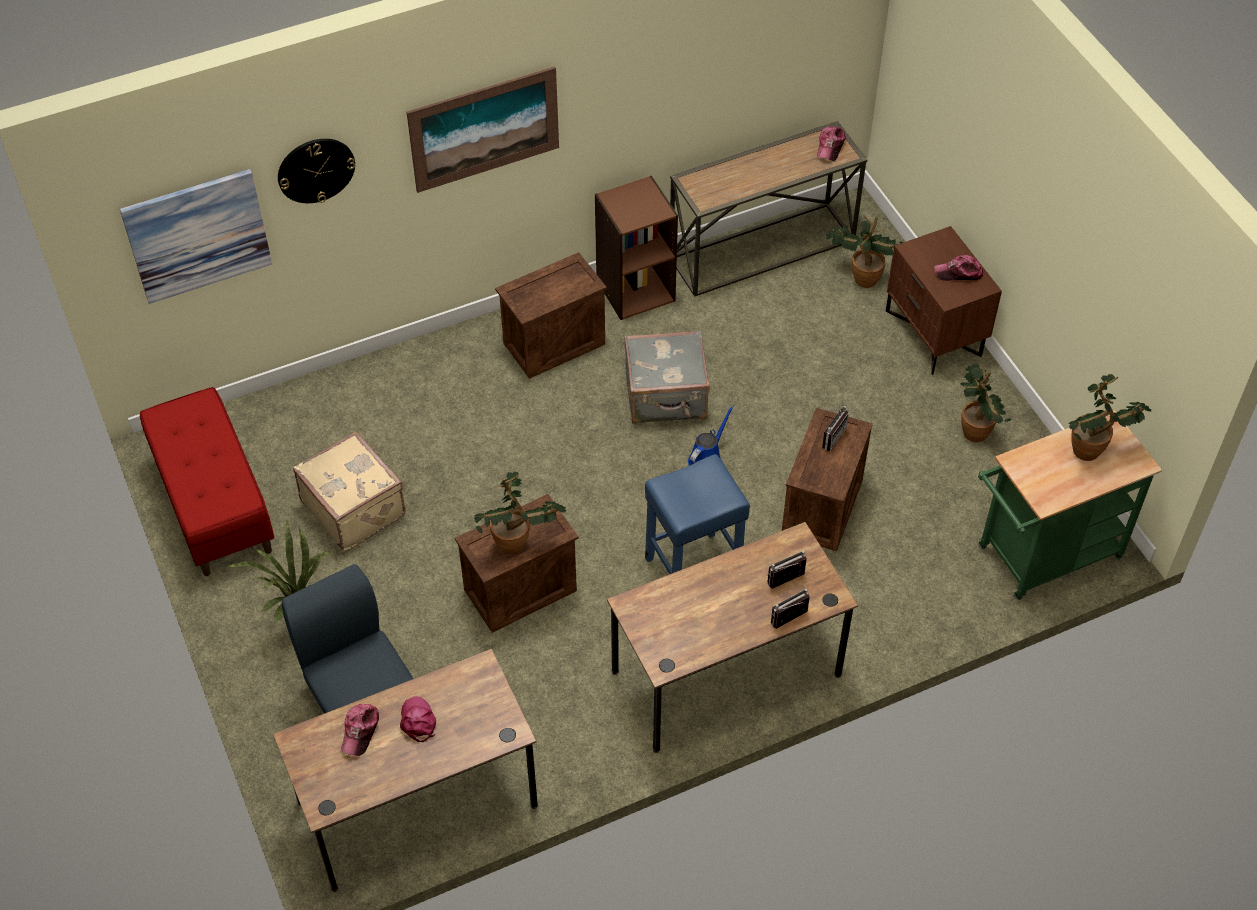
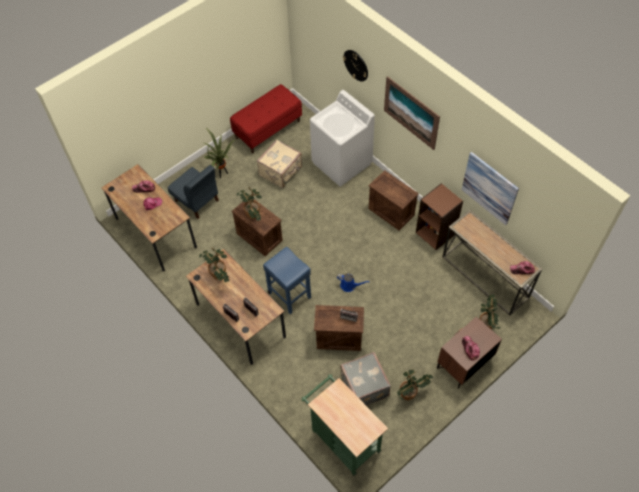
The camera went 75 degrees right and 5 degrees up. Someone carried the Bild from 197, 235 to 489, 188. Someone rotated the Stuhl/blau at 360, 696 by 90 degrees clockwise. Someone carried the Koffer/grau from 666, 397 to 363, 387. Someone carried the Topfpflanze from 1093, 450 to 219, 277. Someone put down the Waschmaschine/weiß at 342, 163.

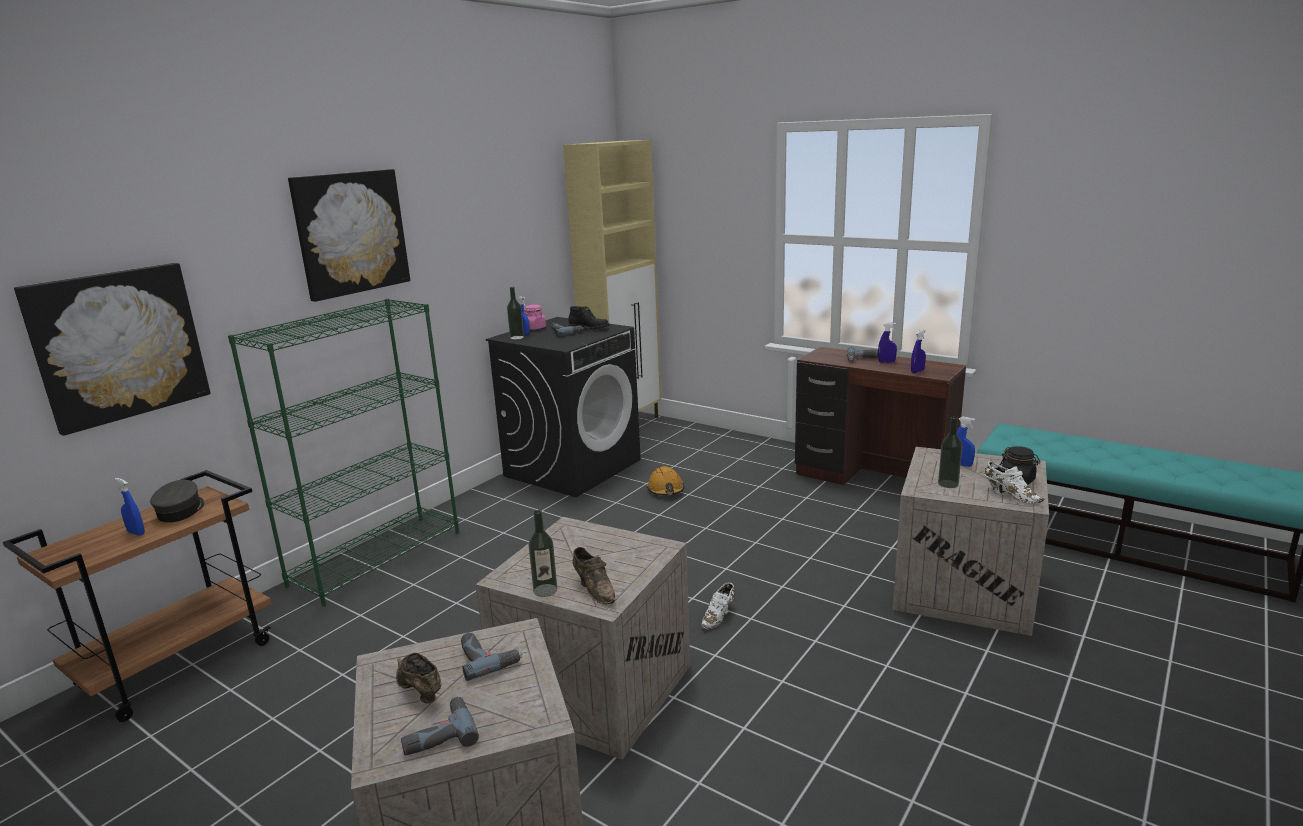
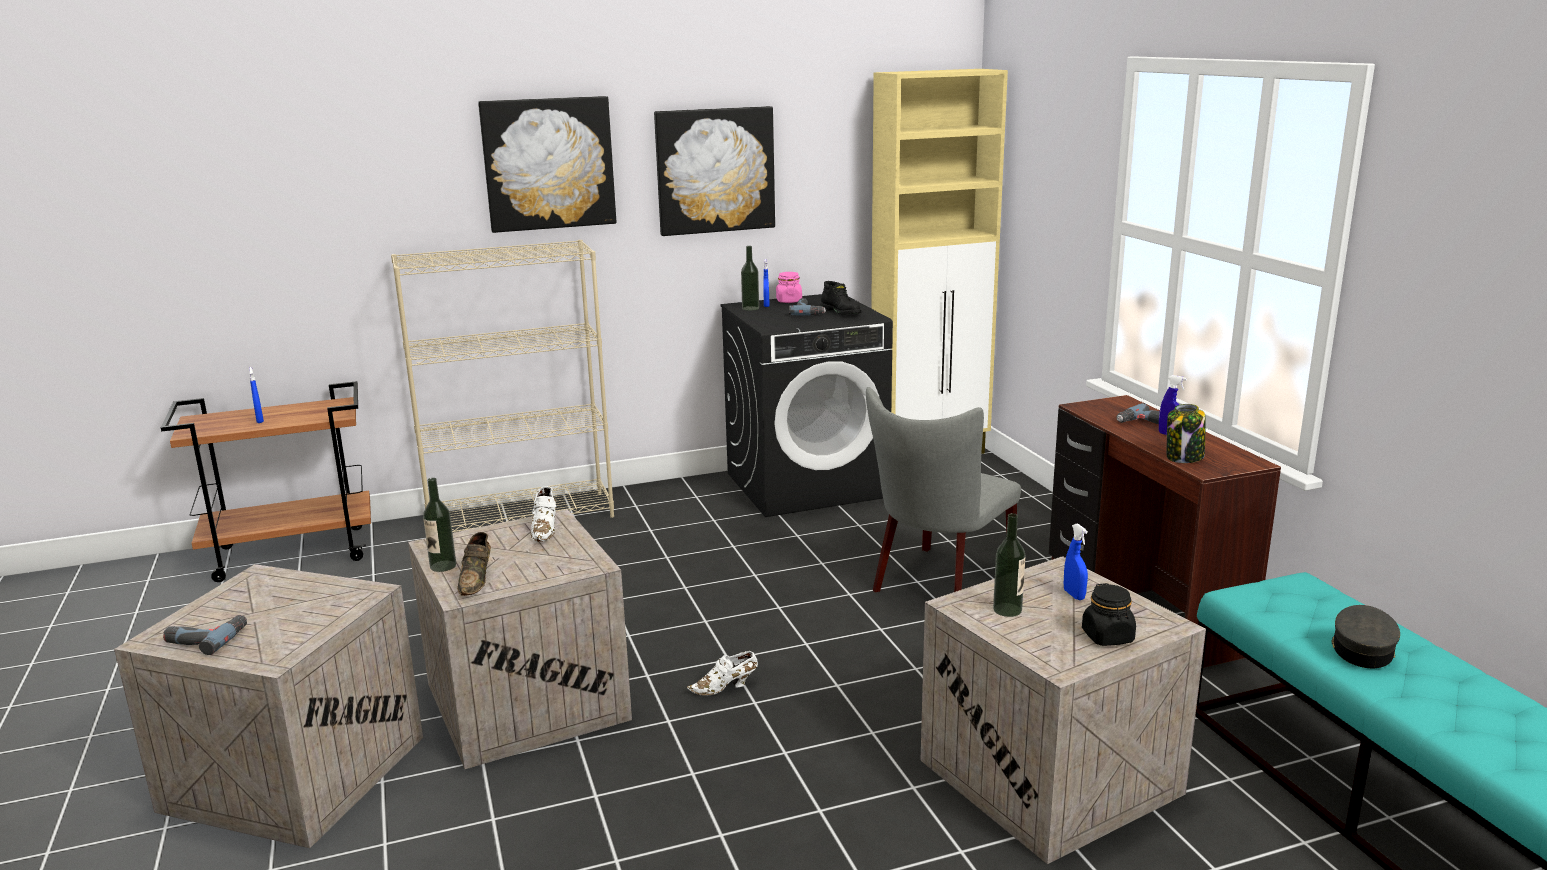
The camera went 35 degrees right and 0 degrees up. Someone carried the Bild from 119, 345 to 715, 170. Someone carried the Kappe/grau from 181, 511 to 1361, 649. Someone repainted the Bücherregal/grün at 377, 557, which became the Bücherregal/beige at 521, 517. Someone took away the Schuh/braun at 419, 691. Someone took away the Bohrmaschine at 487, 658. Someone took away the Schutzhelm/orange at 665, 490. Someone swapped the Sprühflasche/blau at 917, 371 for the Vorratsglas at 1184, 457. Someone carried the Schuh/weiß from 1009, 495 to 545, 529. Someone put down the Stuhl/grau at 938, 585.

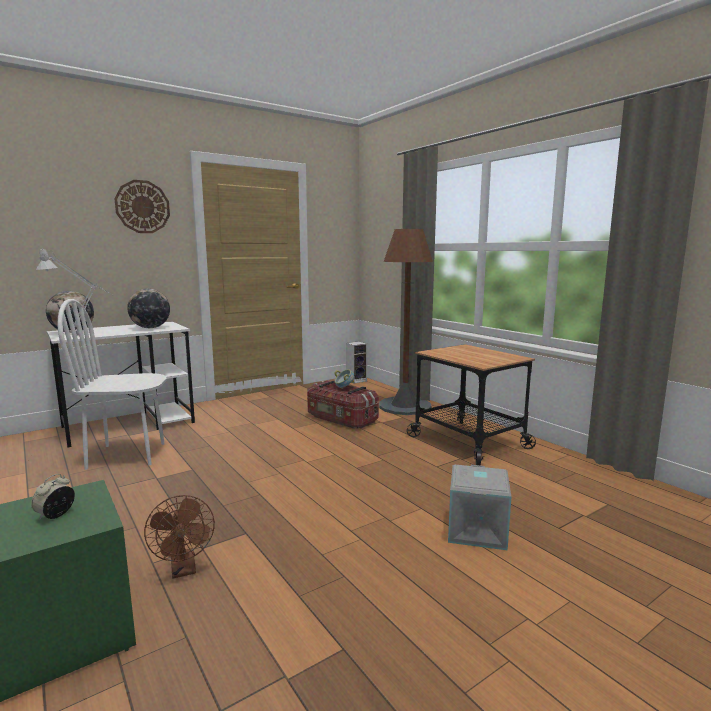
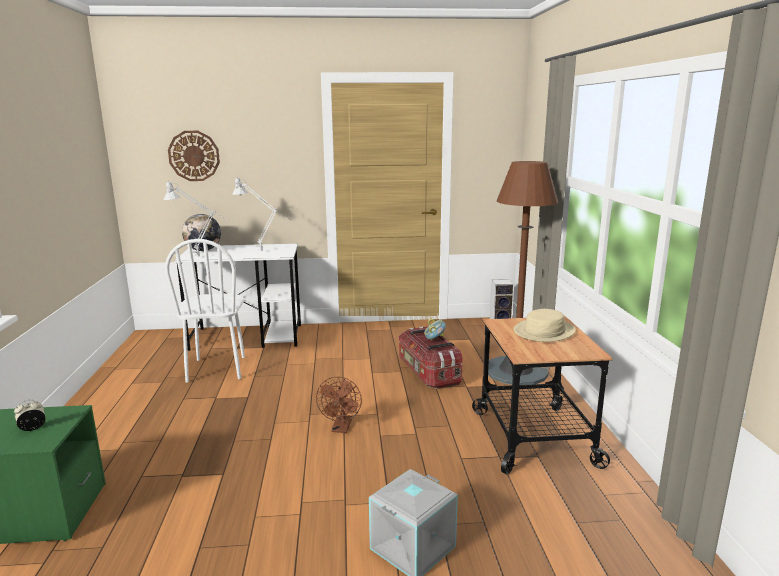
The camera went 30 degrees right and 5 degrees up. Someone rotated the Stuhl/weiß at 127, 455 by 120 degrees counterclockwise. Someone carried the Wanduhr from 142, 207 to 194, 156. Someone swapped the Globus at 150, 328 for the Tischlampe/grau at 265, 252. Someone carried the Ventilator/braun from 184, 569 to 341, 428. Someone put down the Hut/beige at 544, 331.

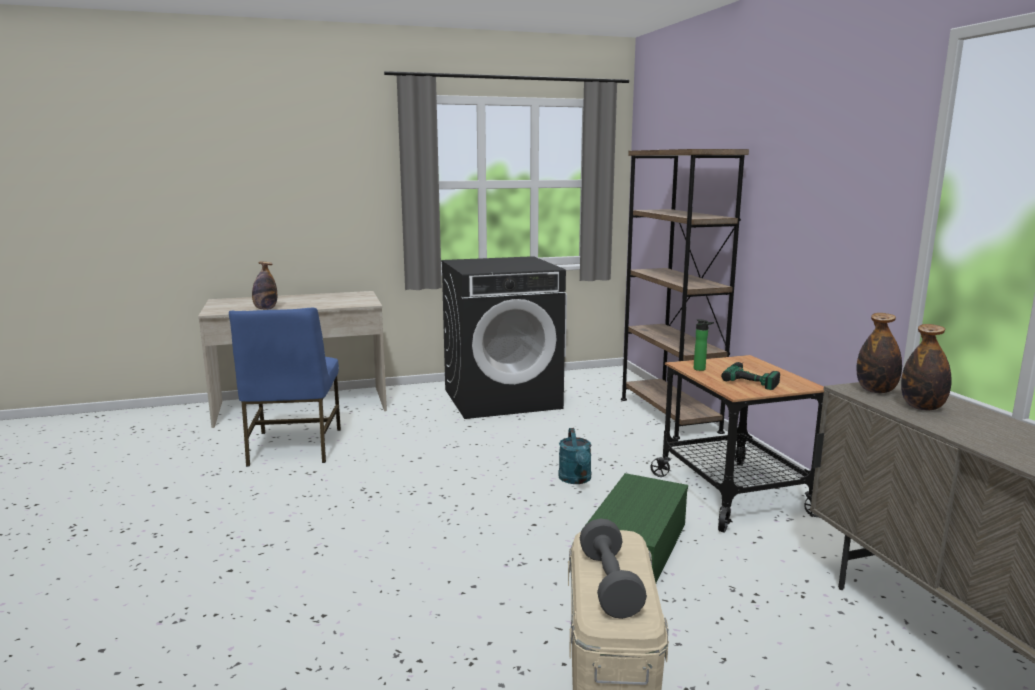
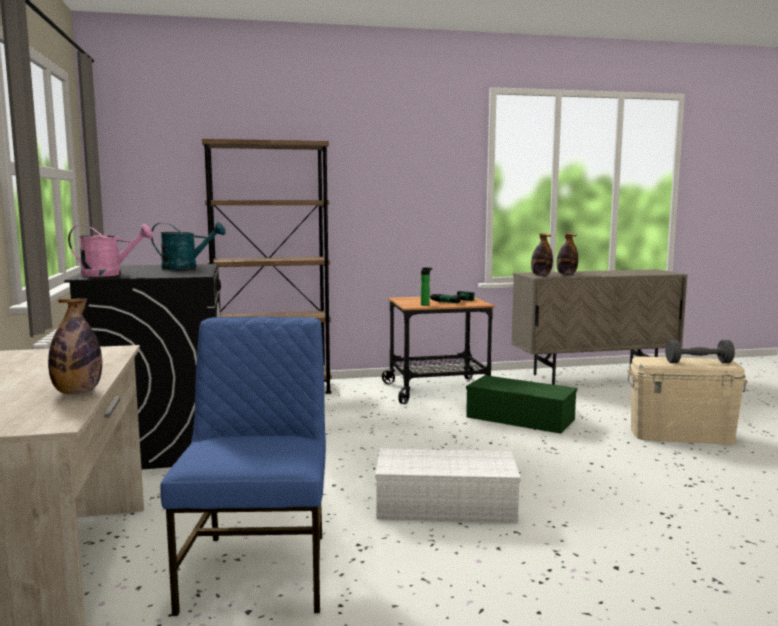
The camera went 85 degrees left and 5 degrees down. Someone rotated the Stuhl/blau at 293, 447 by 90 degrees counterclockwise. Someone carried the Gießkanne/türkis from 576, 480 to 186, 267. Someone put down the Gießkanne/rosa at 109, 274. Someone put down the Aufbewahrungsbox/weiß at 447, 504.

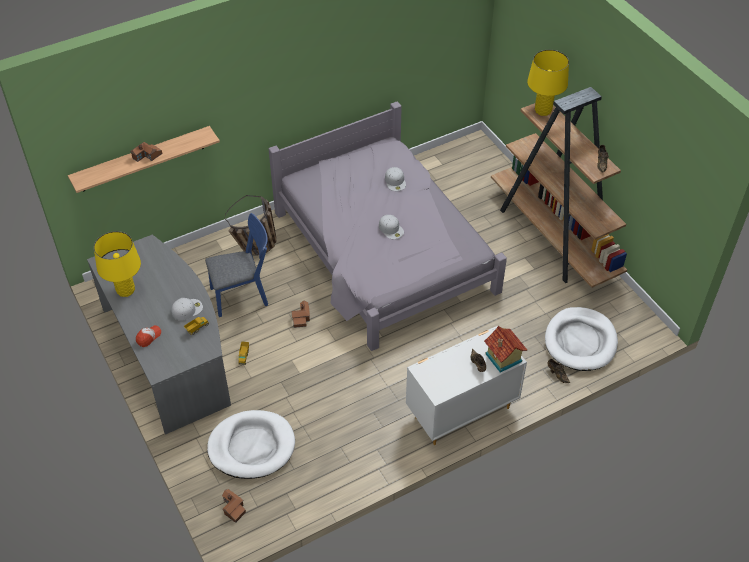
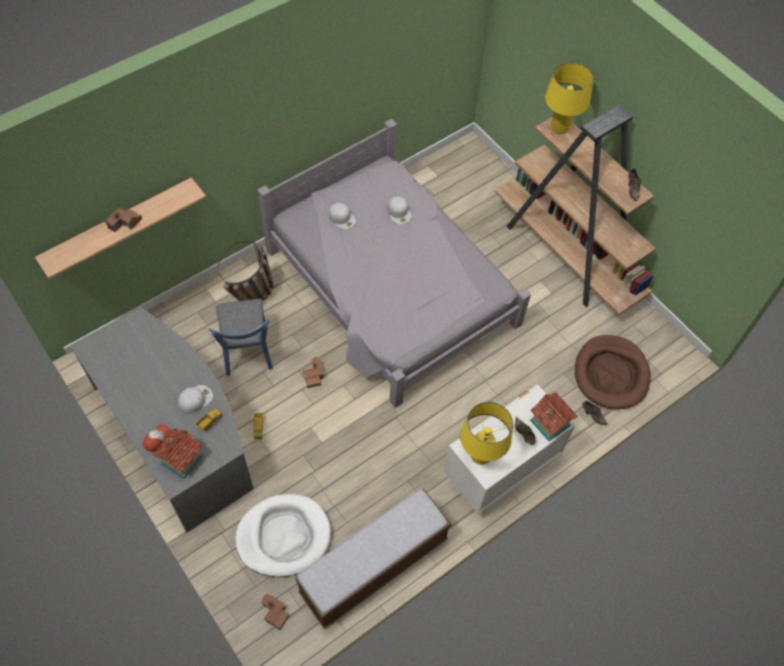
The camera went 10 degrees left and 10 degrees up. Someone carried the Tischlampe/gelb from 125, 290 to 480, 455. Someone rotated the Stuhl/blau at 243, 295 by 105 degrees clockwise. Someone carried the Kappe/weiß from 391, 229 to 342, 218. Someone repainted the Hundebett/weiß at 580, 341, which became the Hundebett/braun at 611, 374. Someone put down the Spielzeughaus at 180, 459. Someone put down the Bank at 373, 566.

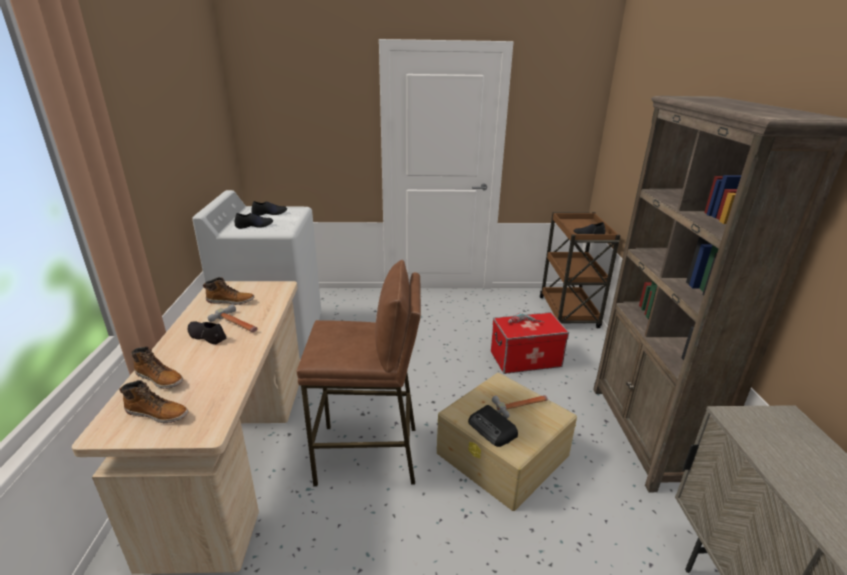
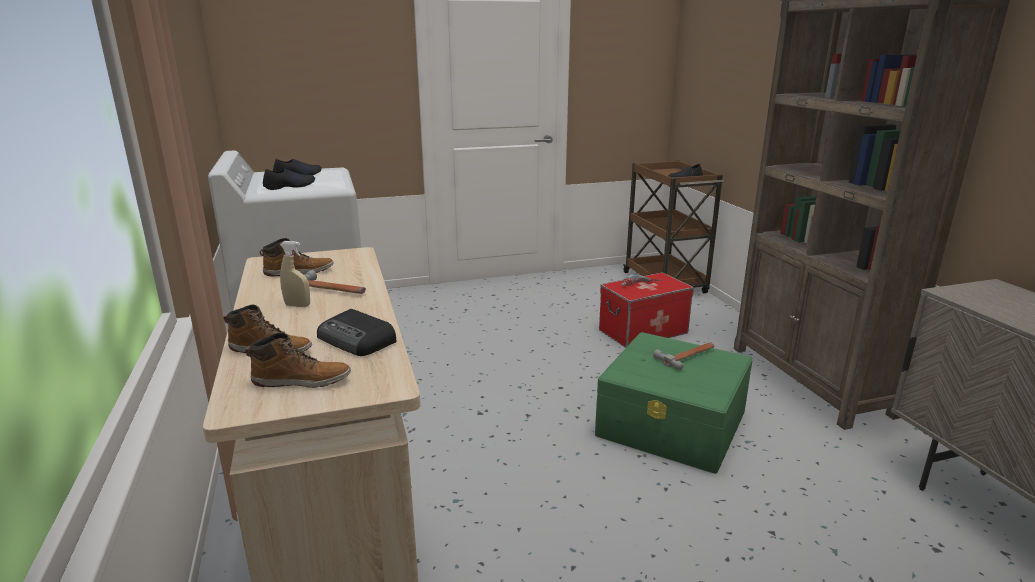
The camera went 15 degrees left and 5 degrees down. Someone swapped the Schuh/schwarz at 206, 336 for the Sprühflasche/beige at 297, 305. Someone took away the Hocker/braun at 368, 455. Someone repainted the Aufbewahrungsbox/beige at 503, 454, which became the Aufbewahrungsbox/grün at 673, 423. Someone carried the Radio from 492, 429 to 357, 340.

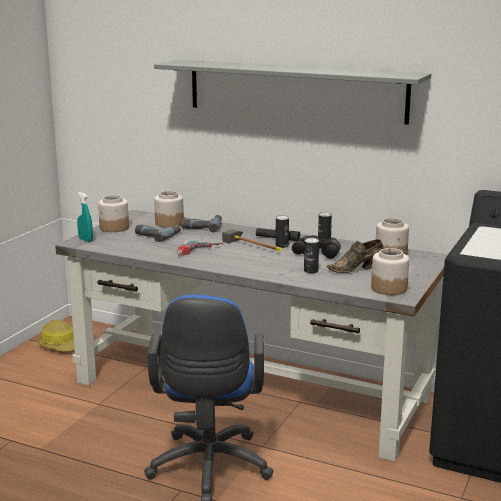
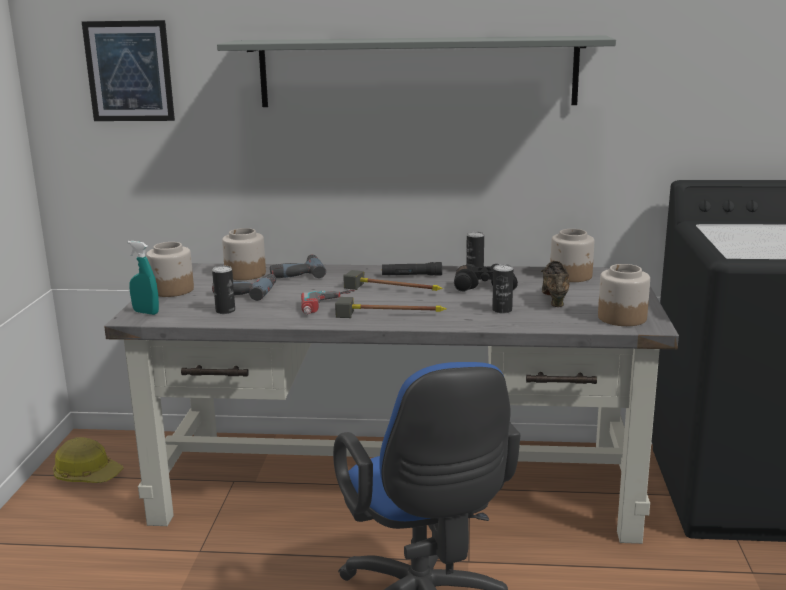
The camera went 20 degrees left and 0 degrees up. Someone carried the Dose from 282, 246 to 225, 311. Someone rotated the Schuh/braun at 357, 269 by 135 degrees clockwise. Someone put up the Bild at 129, 71. Someone put down the Hammer at 393, 312.

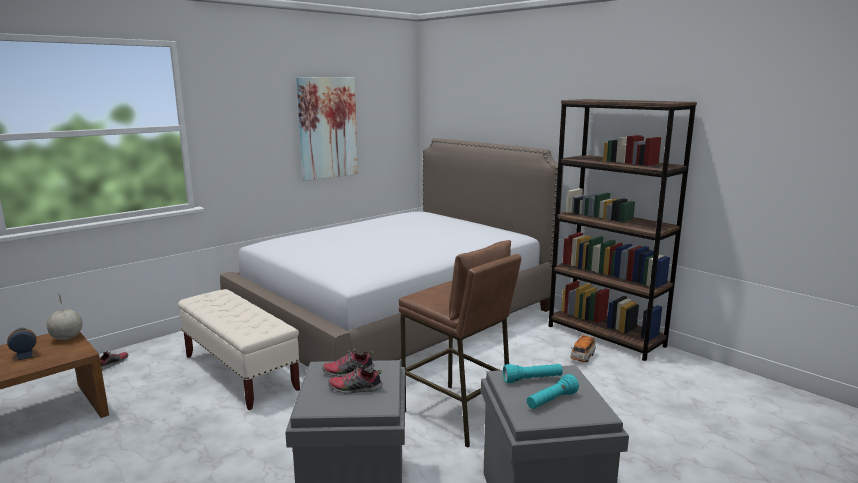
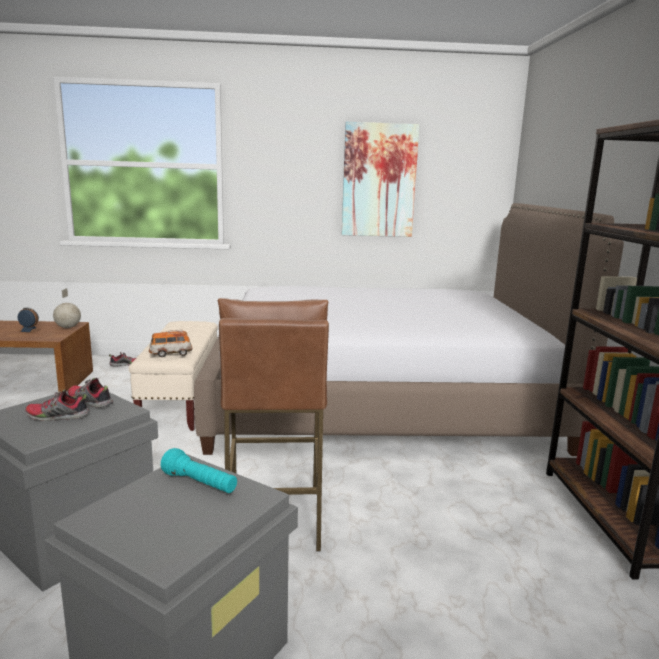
The camera went 40 degrees right and 0 degrees up. Someone rotated the Schuh at 355, 389 by 45 degrees counterclockwise. Someone took away the Taschenlampe/türkis at 551, 401. Someone carried the Spielzeugauto from 582, 357 to 170, 354.

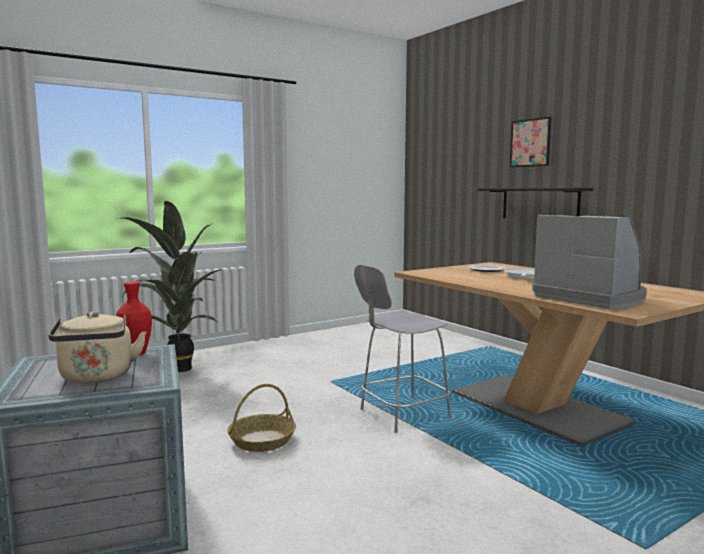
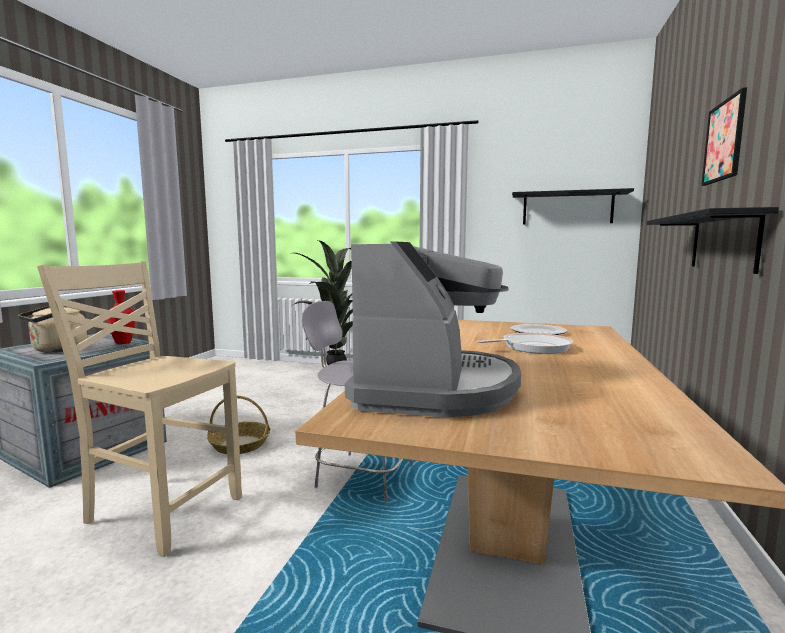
The camera went 50 degrees right and 0 degrees up. Someone put down the Stuhl/beige at 162, 510. Someone put up the Wandregal/schwarz at 567, 208.

